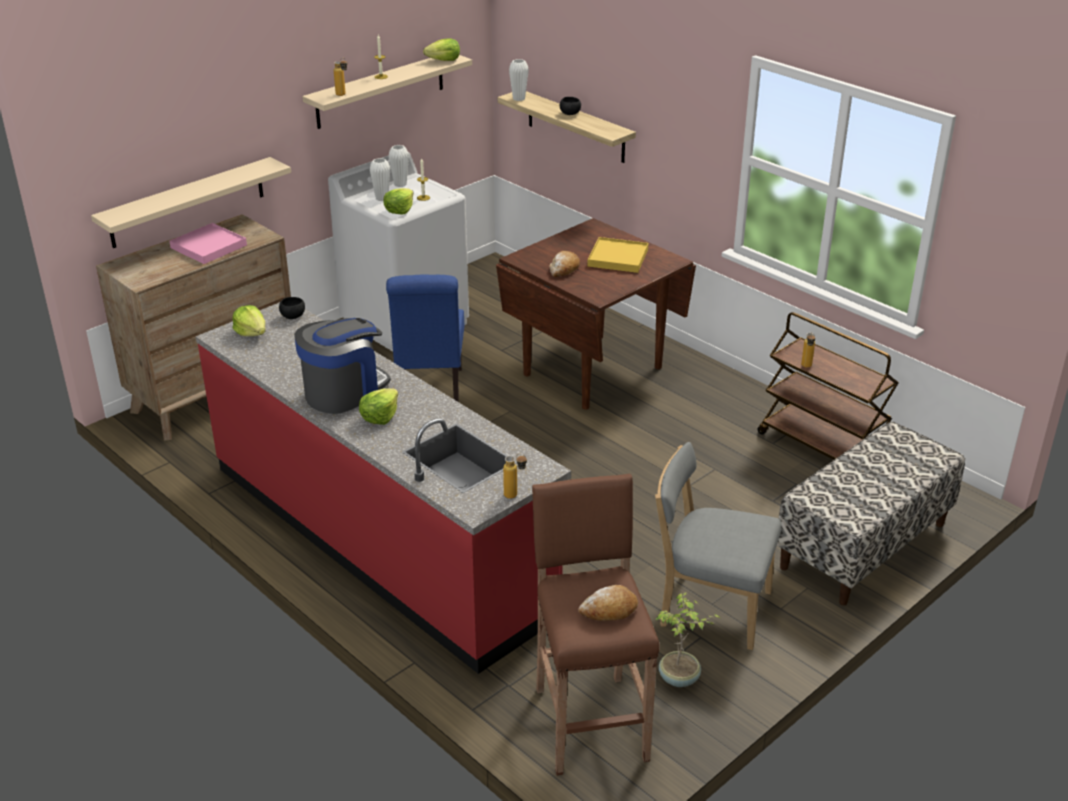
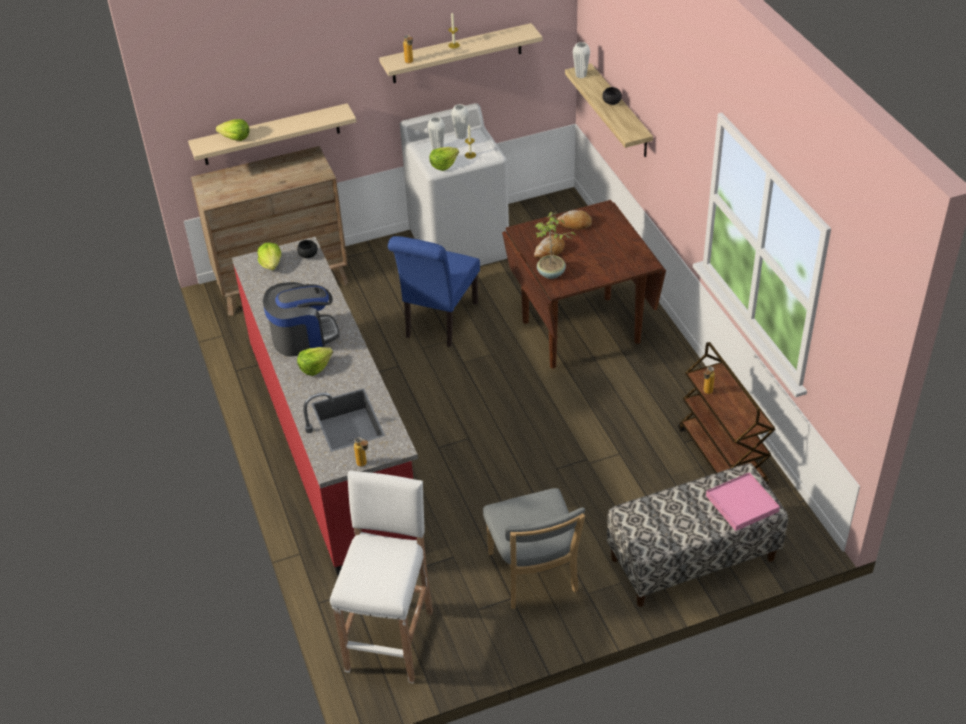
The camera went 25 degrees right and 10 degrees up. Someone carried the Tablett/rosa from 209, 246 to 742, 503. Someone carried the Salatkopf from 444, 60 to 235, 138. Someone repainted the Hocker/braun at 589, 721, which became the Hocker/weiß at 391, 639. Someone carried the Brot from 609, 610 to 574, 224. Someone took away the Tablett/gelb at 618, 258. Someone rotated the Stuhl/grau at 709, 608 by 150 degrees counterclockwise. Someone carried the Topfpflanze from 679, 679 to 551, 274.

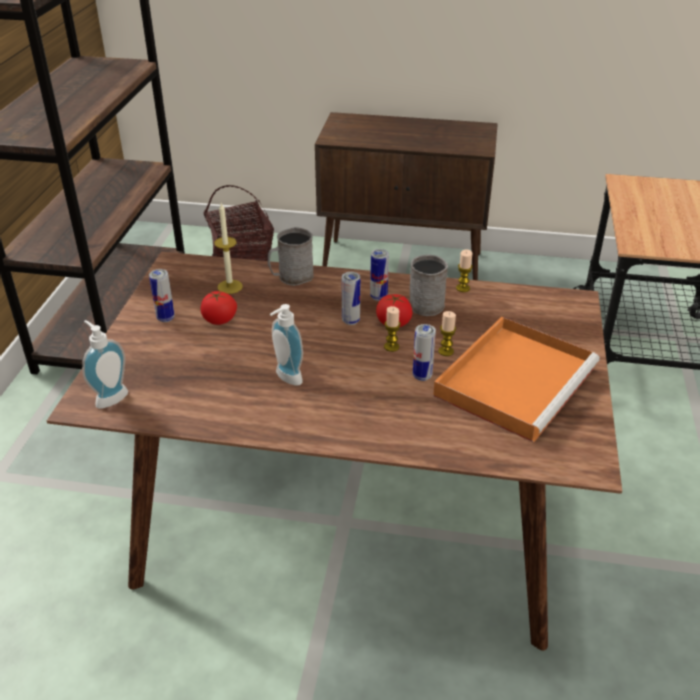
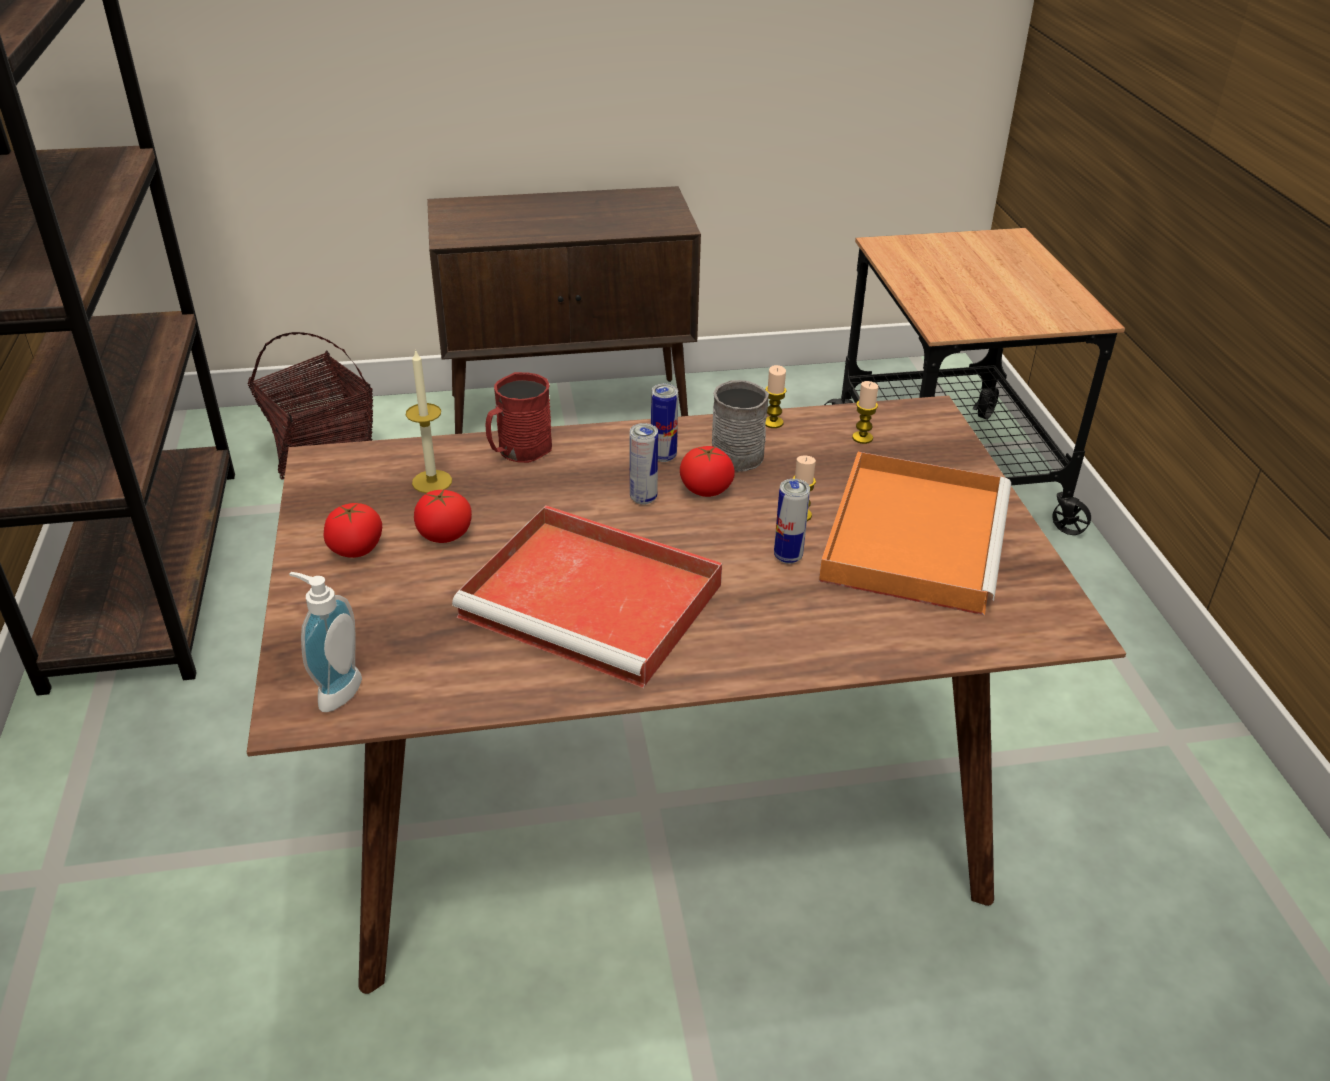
The camera went 20 degrees left and 0 degrees up. Someone swapped the Dose at 165, 318 for the Tomate at 356, 549. Someone repainted the Henkelbecher/grau at 291, 277, which became the Henkelbecher/rot at 519, 451. Someone swapped the Seifenspender at 285, 378 for the Tablett/rot at 596, 601. Someone carried the Kerze from 391, 347 to 862, 438.

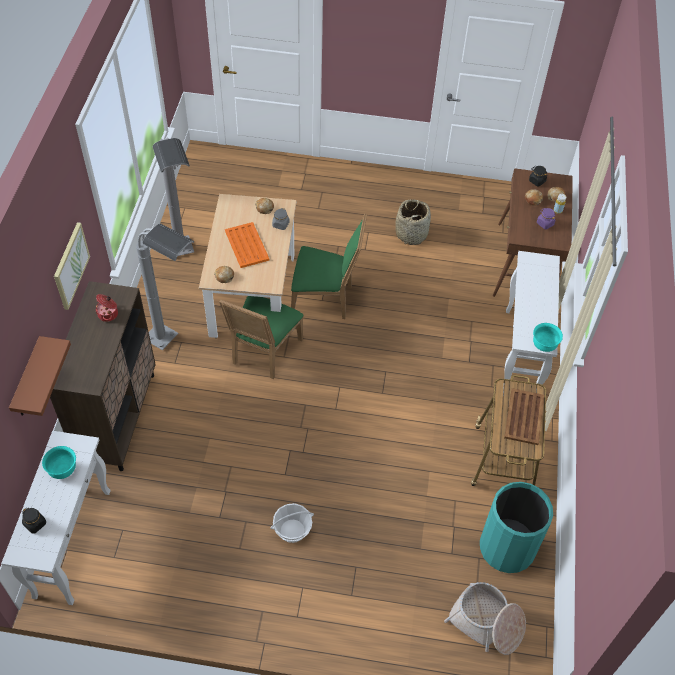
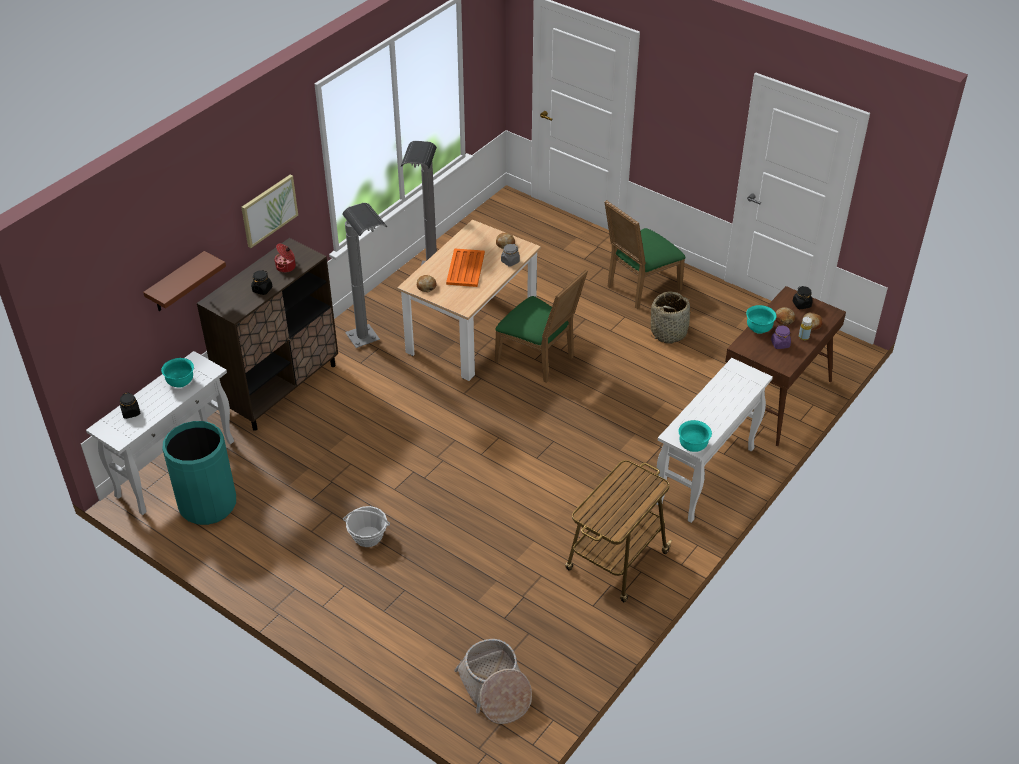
The camera went 30 degrees right and 10 degrees down. Someone carried the Stuhl/grün from 263, 353 to 639, 288. Someone carried the Mülleimer/türkis from 507, 548 to 207, 504. Someone took away the Tablett/braun at 524, 416. Someone put down the Vorratsglas/schwarz at 262, 289. Someone put down the Schüssel/türkis at 759, 328.

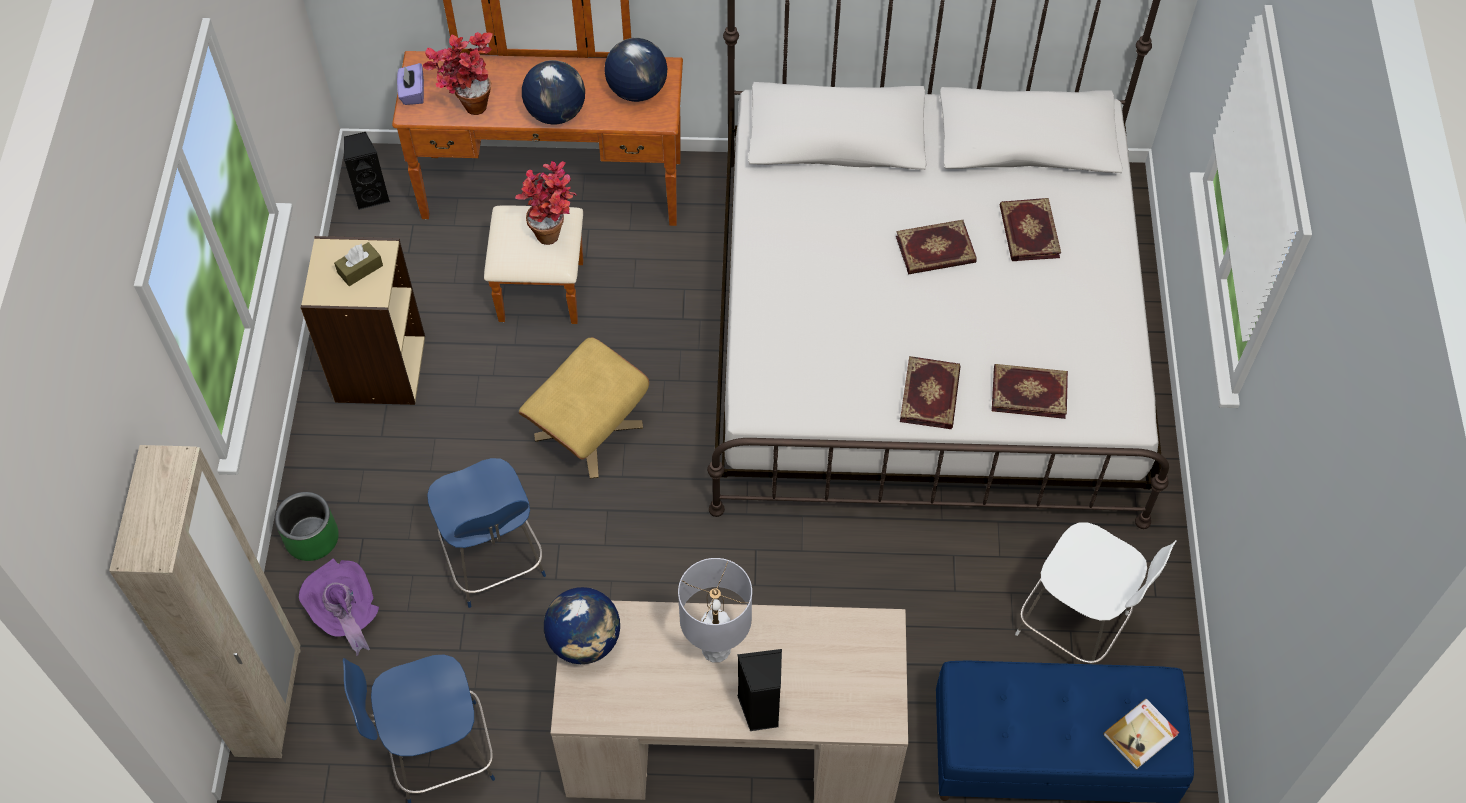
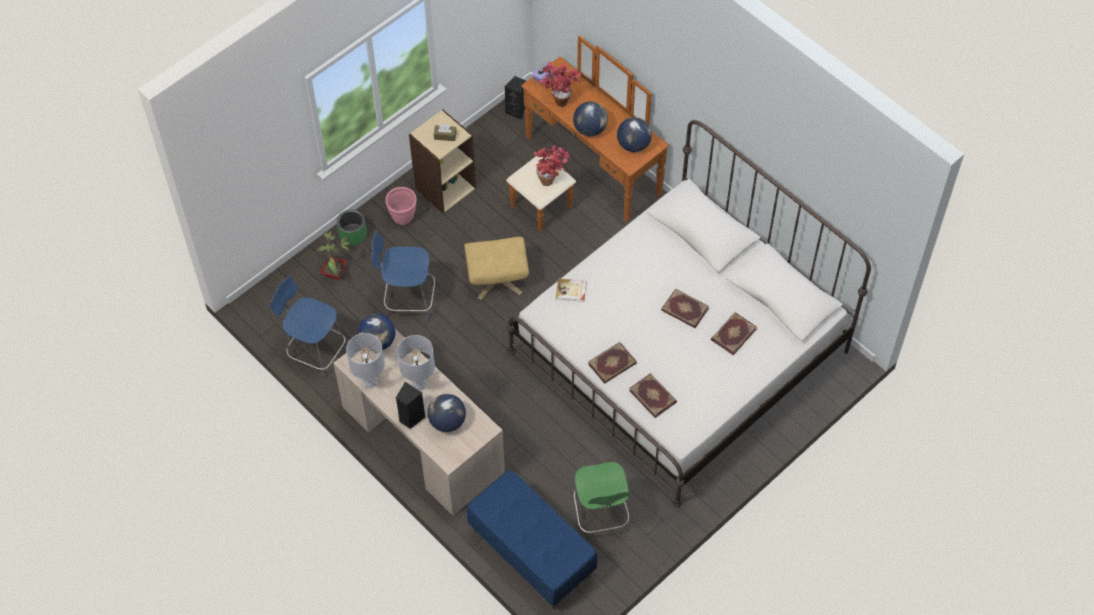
The camera went 45 degrees right and 0 degrees up. Someone took away the Kleiderschrank/beige at 270, 702. Someone swapped the Hut/lila at 345, 613 for the Topfpflanze at 335, 273. Someone rotated the Stuhl/blau at 494, 562 by 75 degrees clockwise. Someone repainted the Stuhl/weiß at 1075, 626, which became the Stuhl/grün at 600, 516. Someone carried the Buch from 1141, 735 to 571, 291. Someone put down the Tischlampe/grau at 370, 382. Someone put down the Pflanzkübel/rosa at 403, 218. Someone put down the Globus at 447, 422.

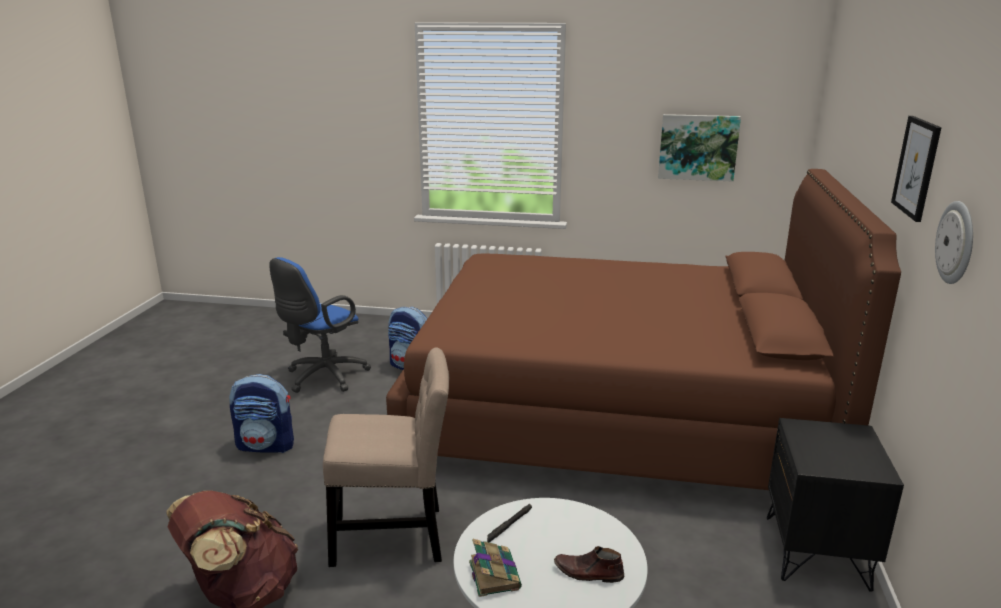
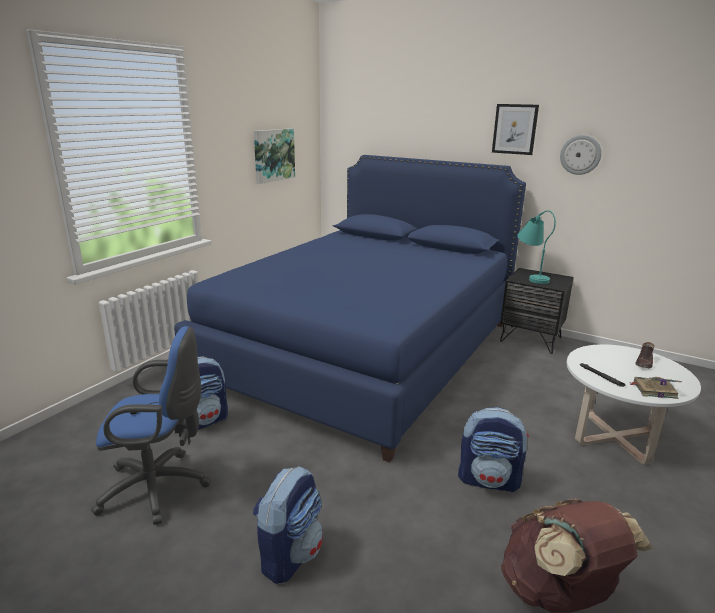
The camera went 70 degrees left and 0 degrees up. Someone rotated the Bürostuhl/blau at 323, 377 by 60 degrees counterclockwise. Someone swapped the Stuhl/beige at 394, 536 for the Rucksack at 489, 480. Someone repainted the Bett/braun at 614, 412, which became the Bett/blau at 364, 351. Someone put down the Tischlampe/türkis at 530, 276.

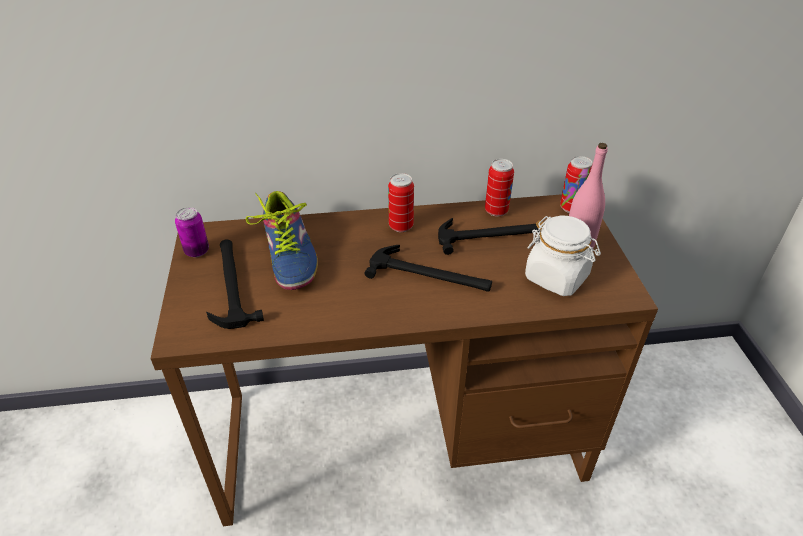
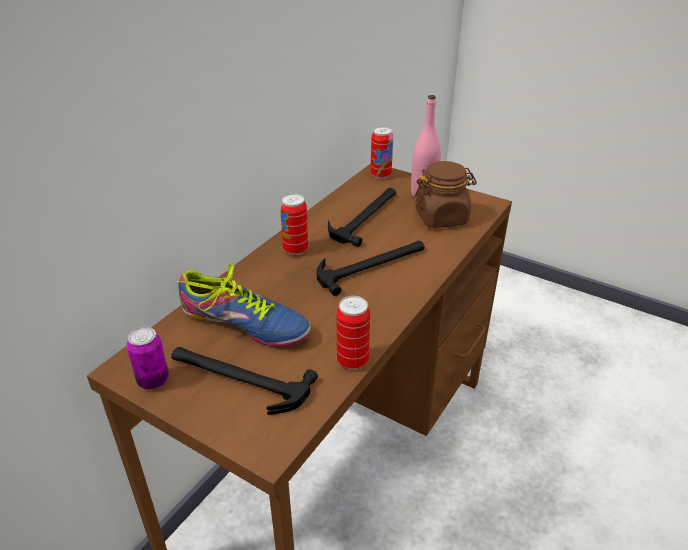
The camera went 50 degrees left and 5 degrees down. Someone carried the Dose from 496, 211 to 352, 361. Someone repainted the Vorratsglas/weiß at 557, 277, which became the Vorratsglas/braun at 441, 217.

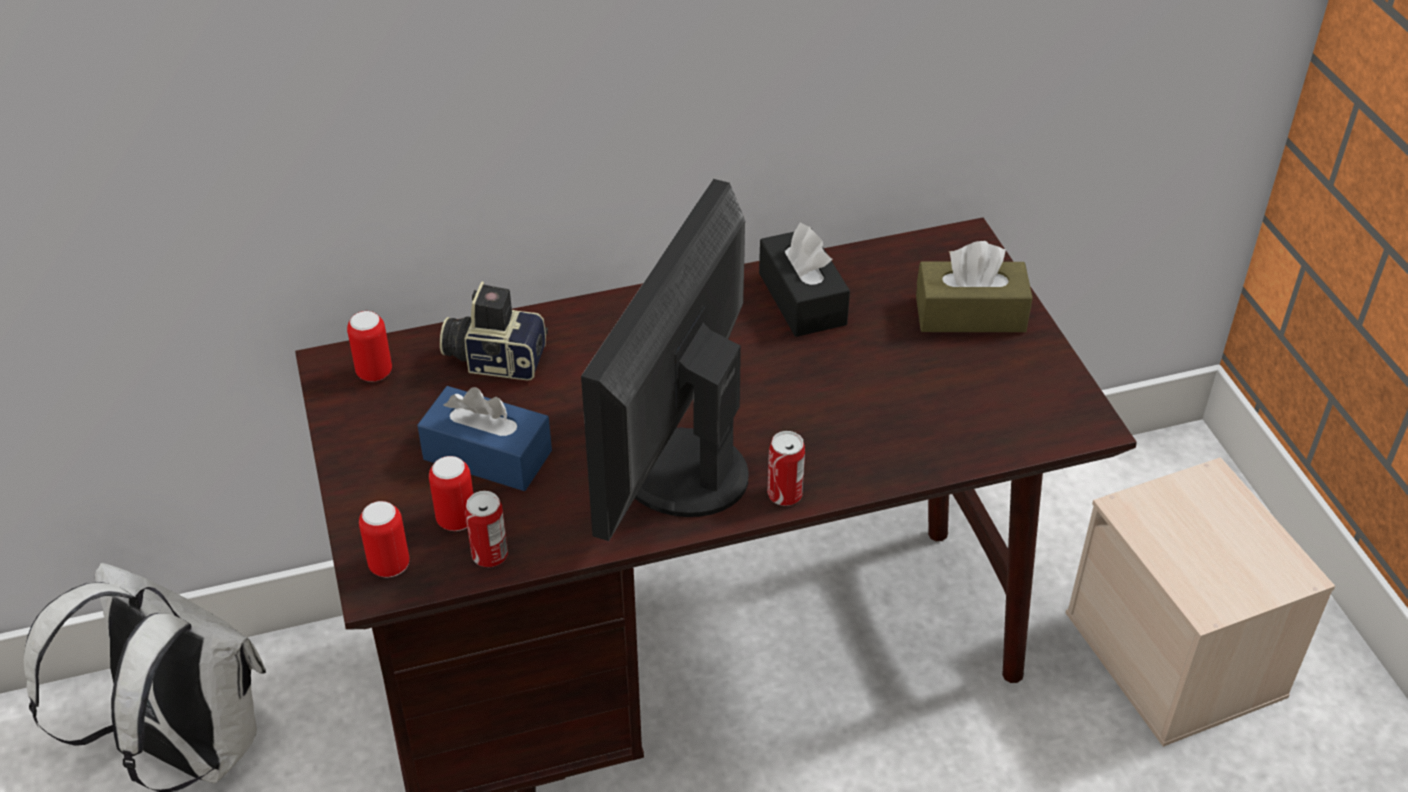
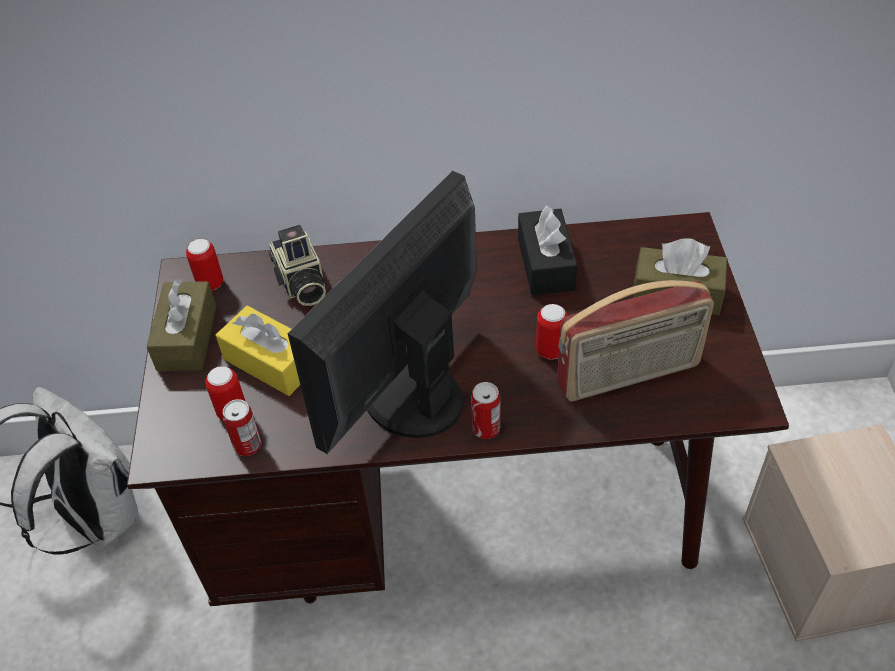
The camera went 15 degrees right and 5 degrees up. Someone carried the Dose from 389, 565 to 550, 350. Someone repainted the Taschentuchbox/blau at 487, 455, which became the Taschentuchbox/gelb at 271, 362. Someone rotated the Kamera at 496, 358 by 135 degrees counterclockwise. Someone put down the Taschentuchbox/braun at 187, 338. Someone put down the Radio at 629, 376.

